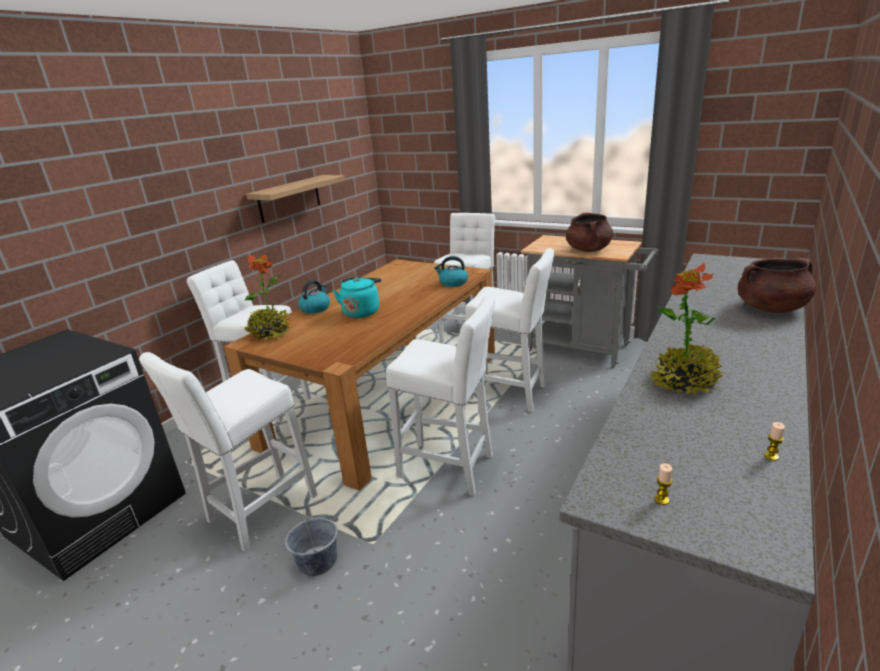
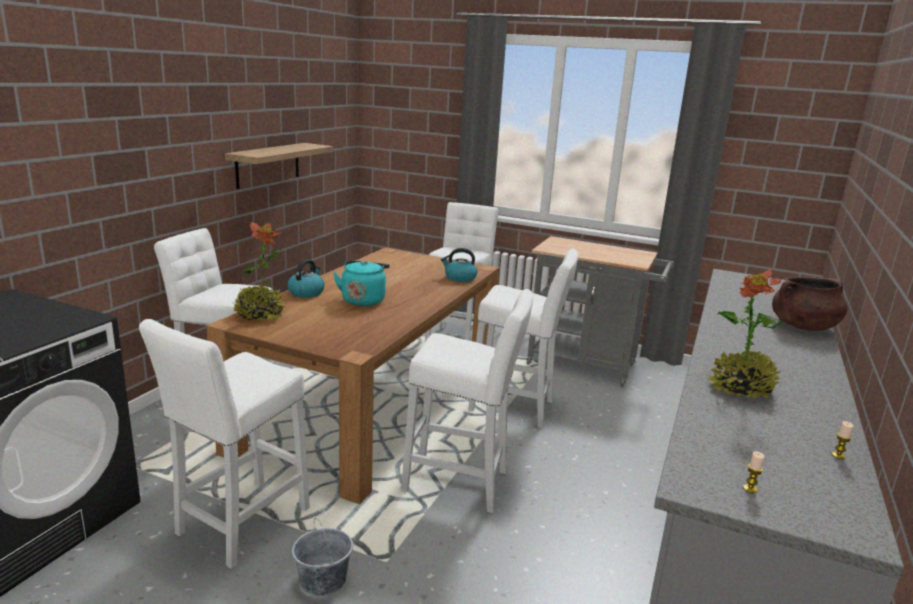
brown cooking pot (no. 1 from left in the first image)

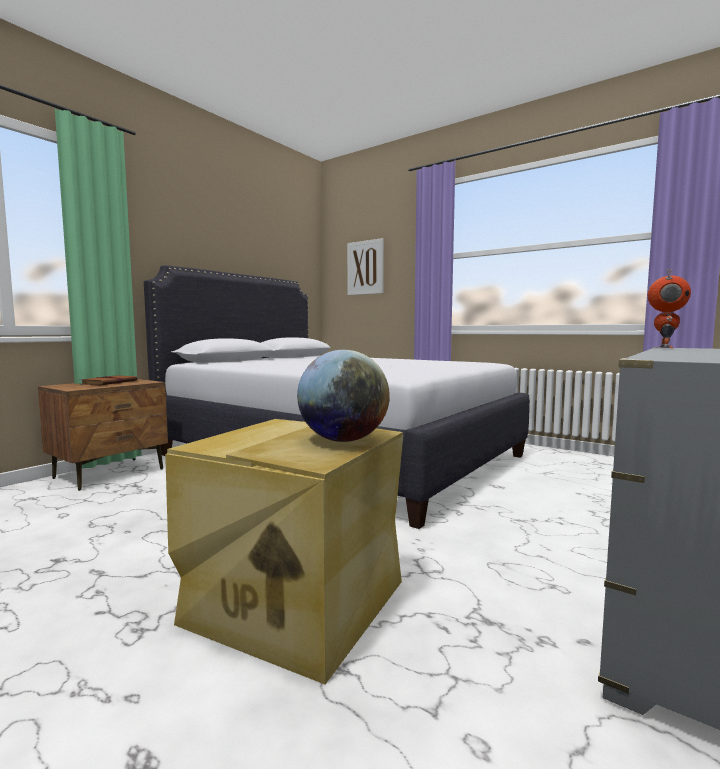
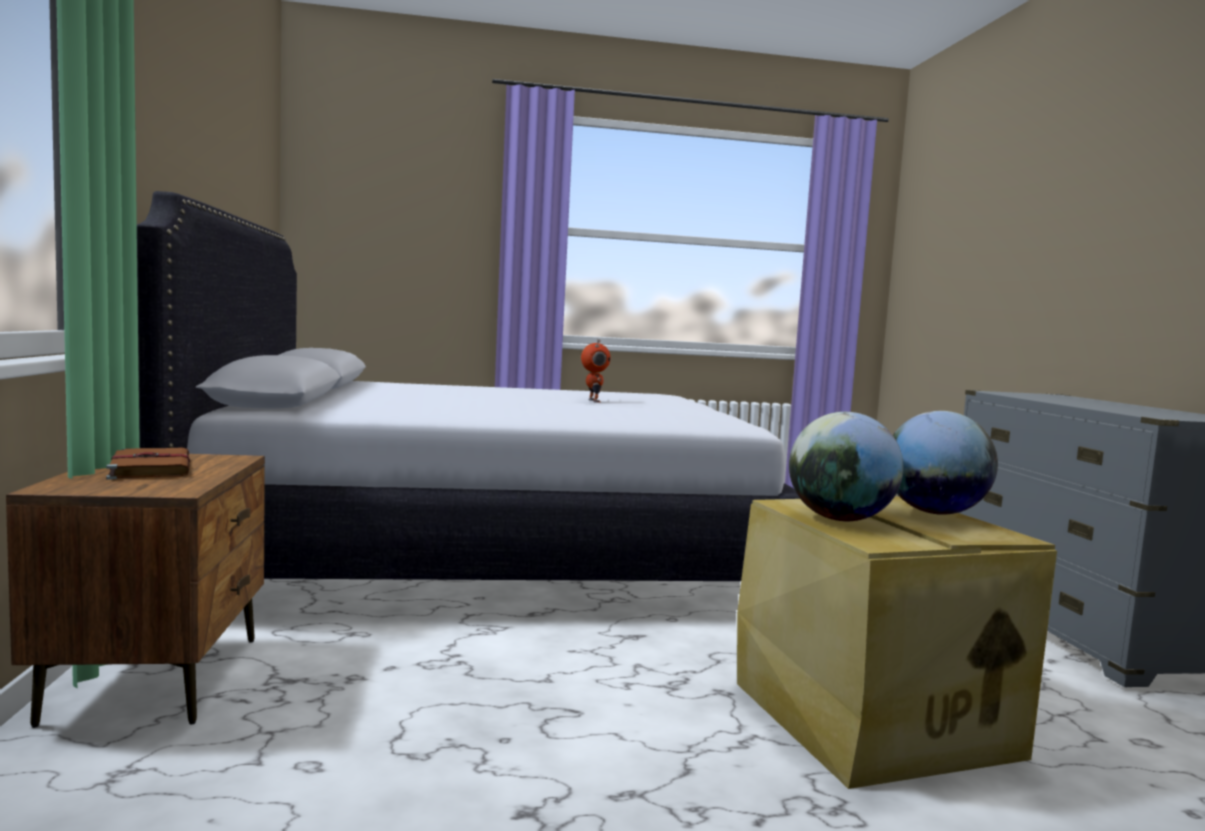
picture
toy robot
globe (no. 1 from left)

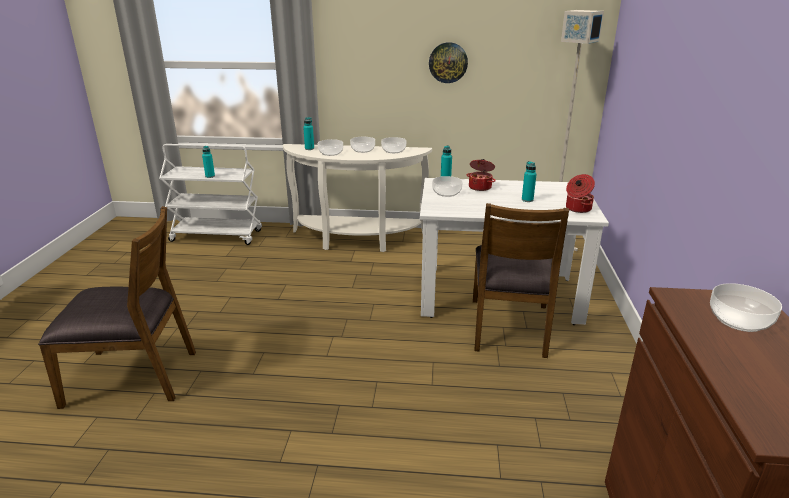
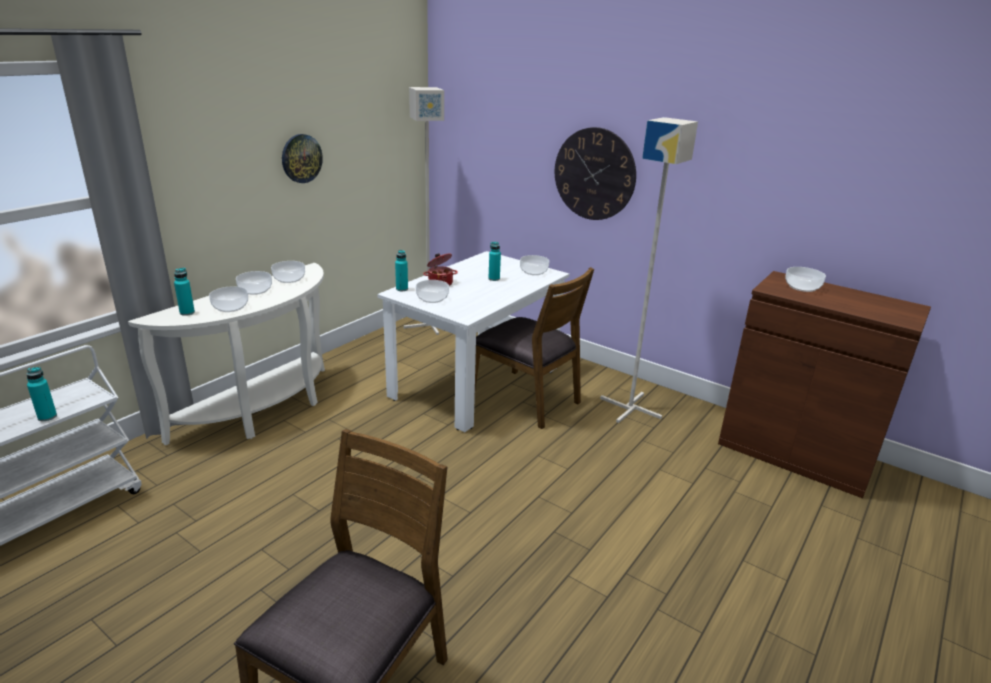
bowl (no. 5 from left)
grey floor lamp (no. 2 from left)
wall clock (no. 2 from left)

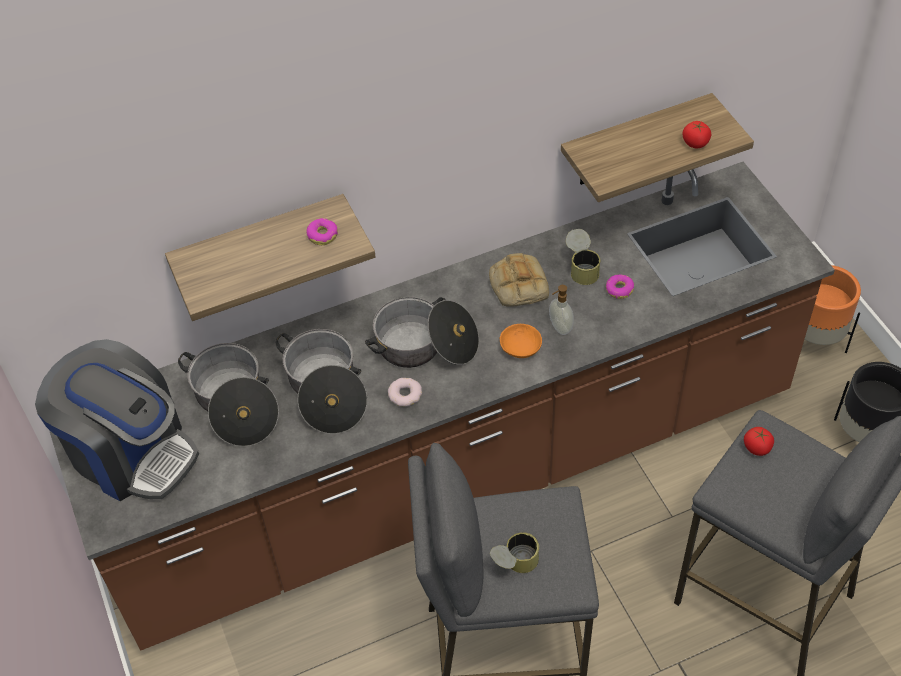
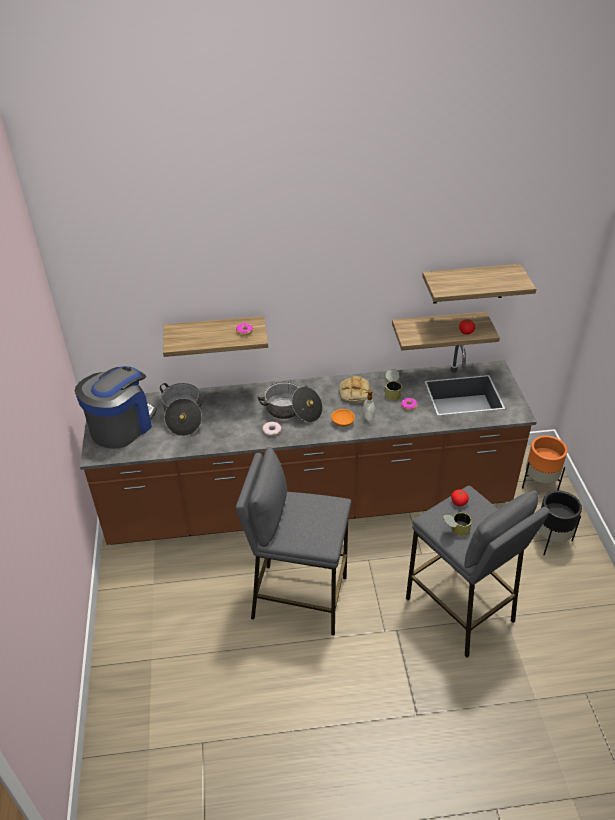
cooking pot (no. 2 from left in the first image)
coffee machine
can (no. 2 from left)
shelf (no. 3 from left)

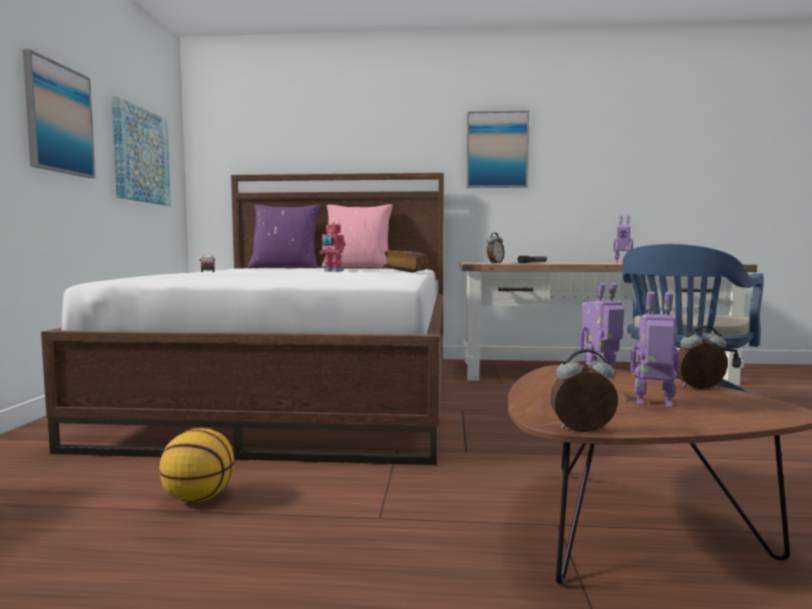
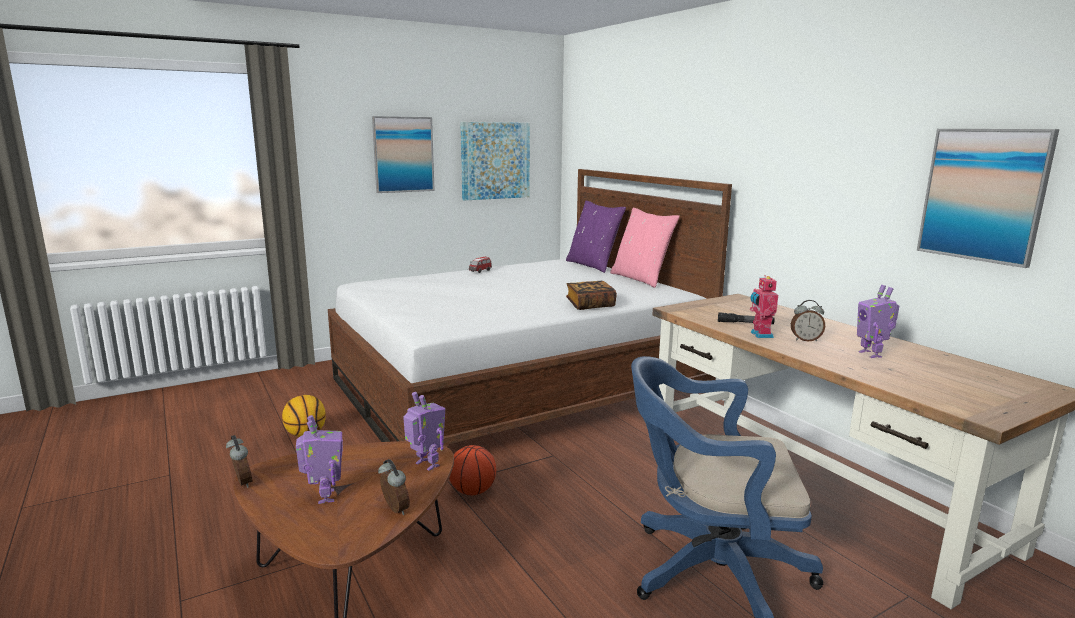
picture (no. 3 from left)
toy robot (no. 3 from left)
alarm clock (no. 3 from left)
basketball (no. 2 from left)

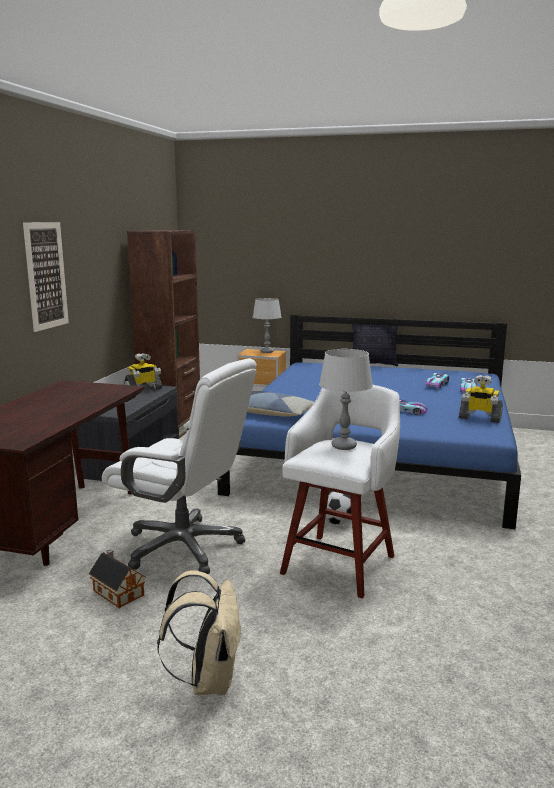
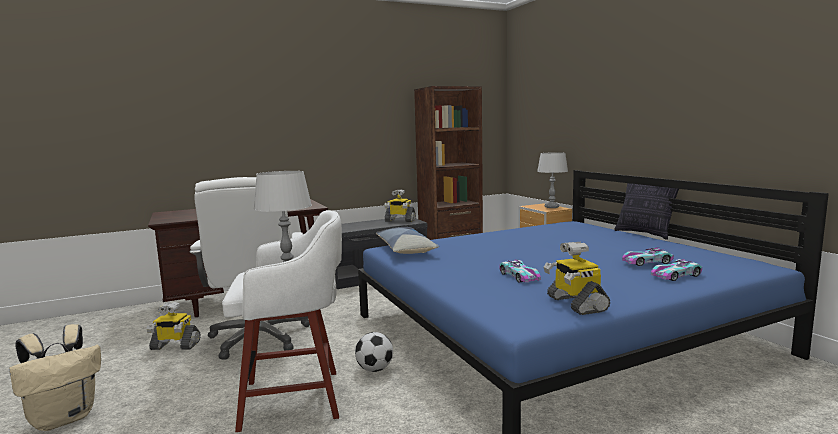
picture
toy robot (no. 1 from left)

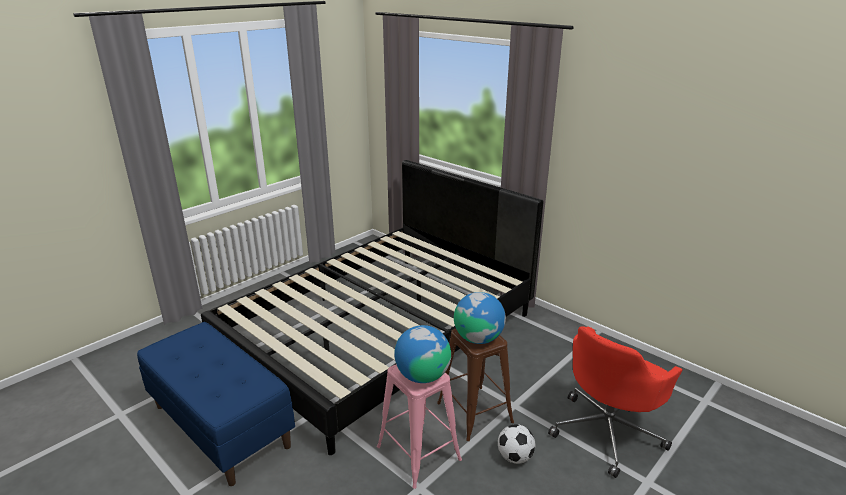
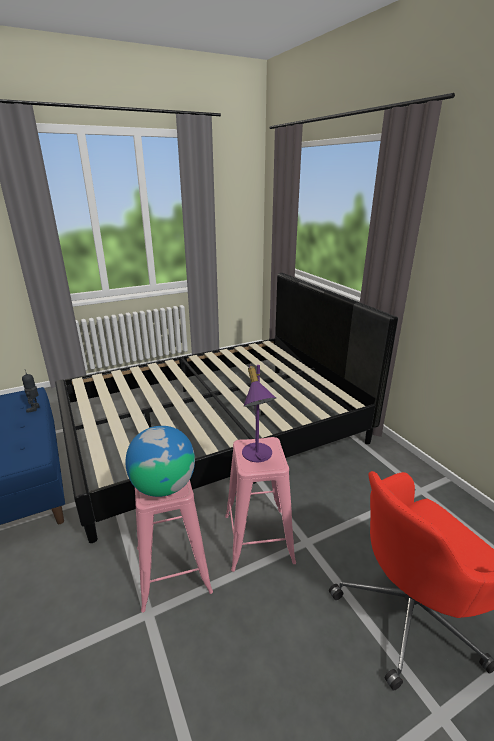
purple table lamp
pink stool (no. 2 from left)
football
toy robot

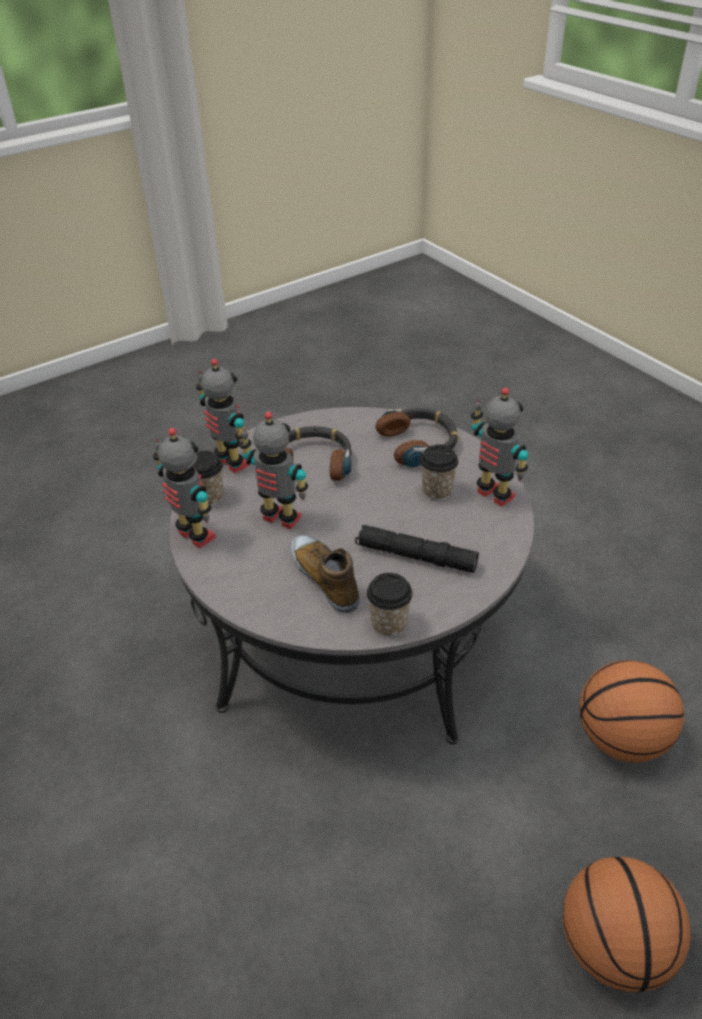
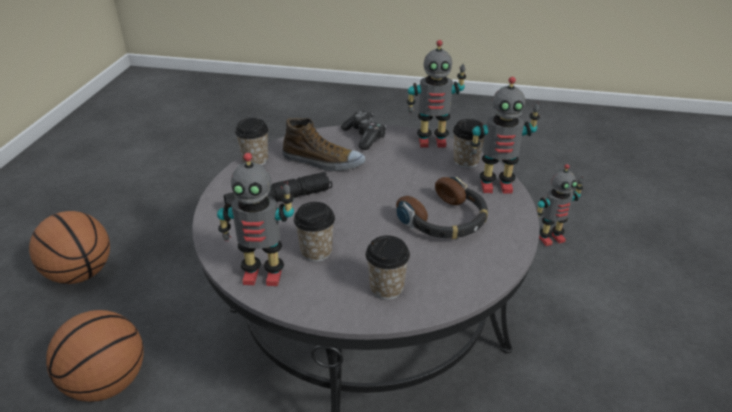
cup (no. 3 from left)
toy robot (no. 4 from left)
game controller

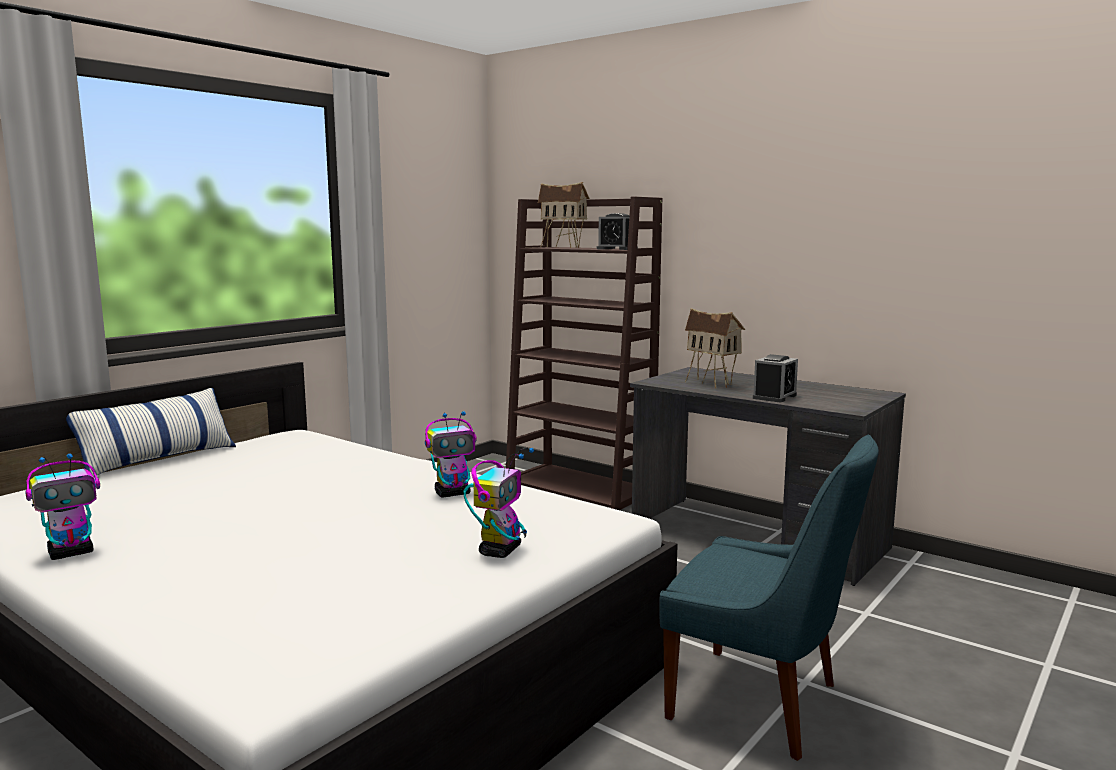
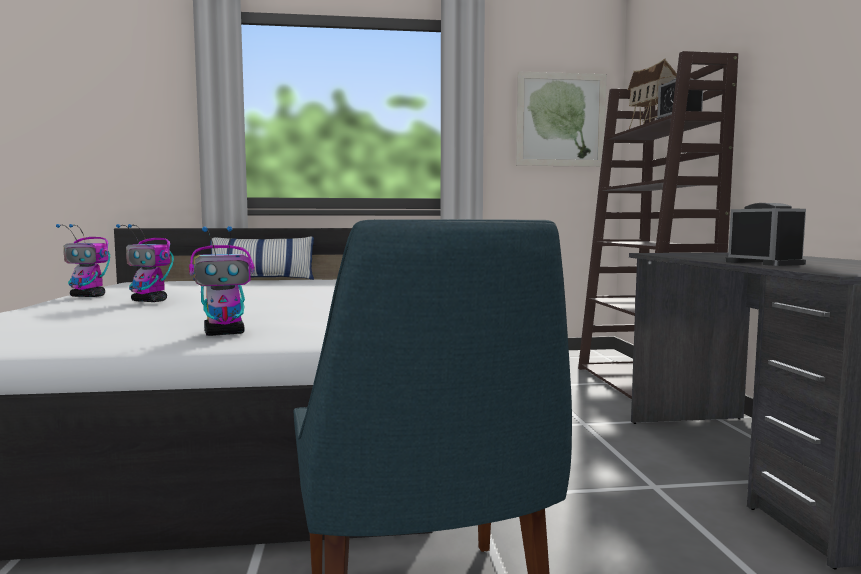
toy house (no. 2 from left in the first image)
alarm clock (no. 2 from left)
toy robot (no. 2 from left)
picture

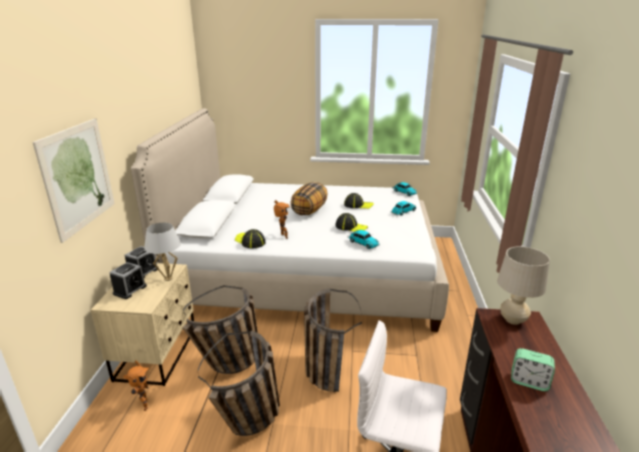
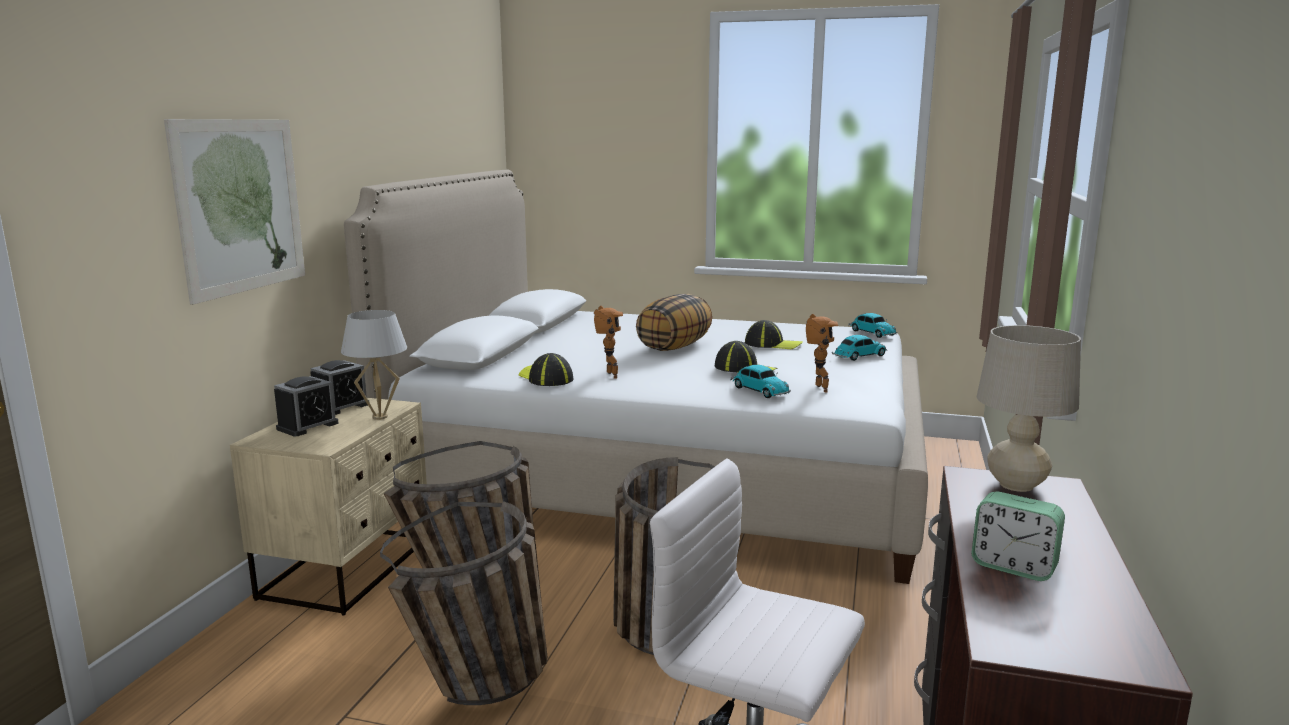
toy robot (no. 2 from left)

